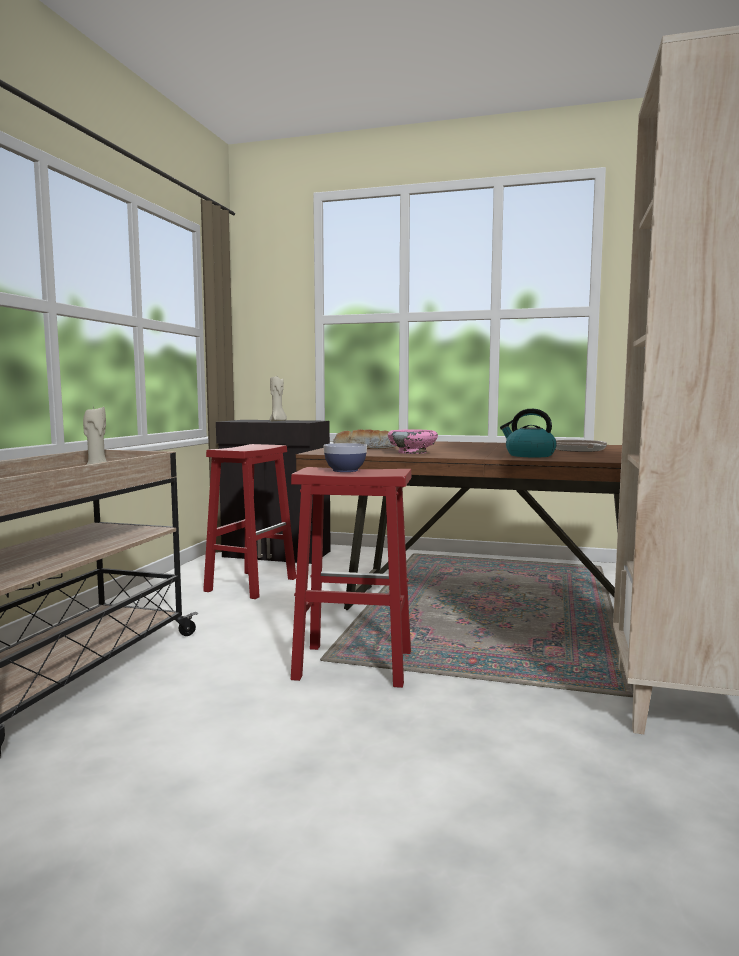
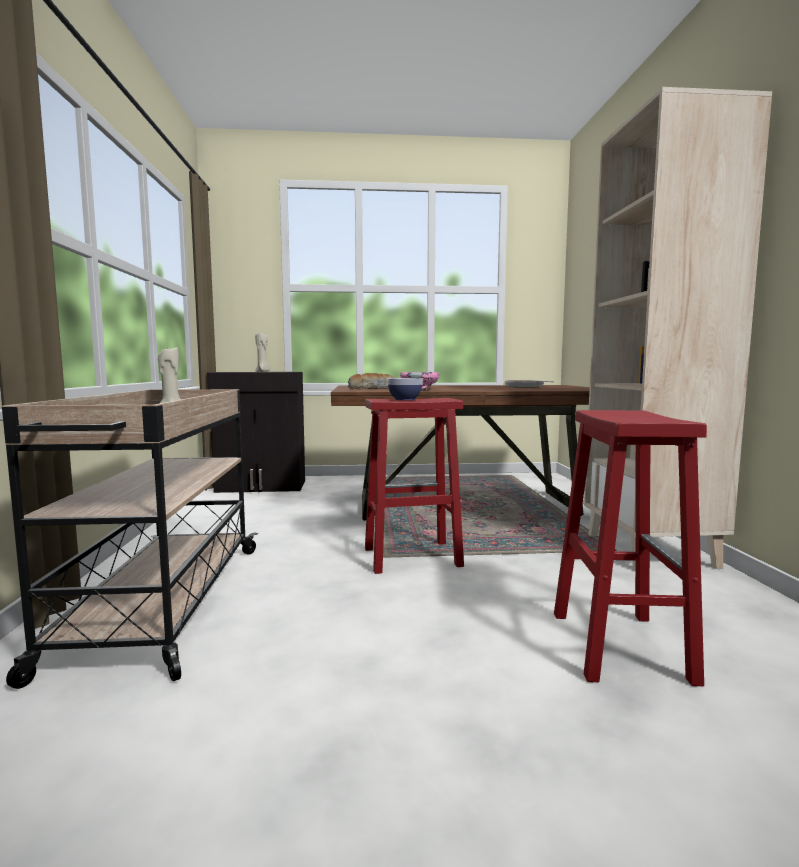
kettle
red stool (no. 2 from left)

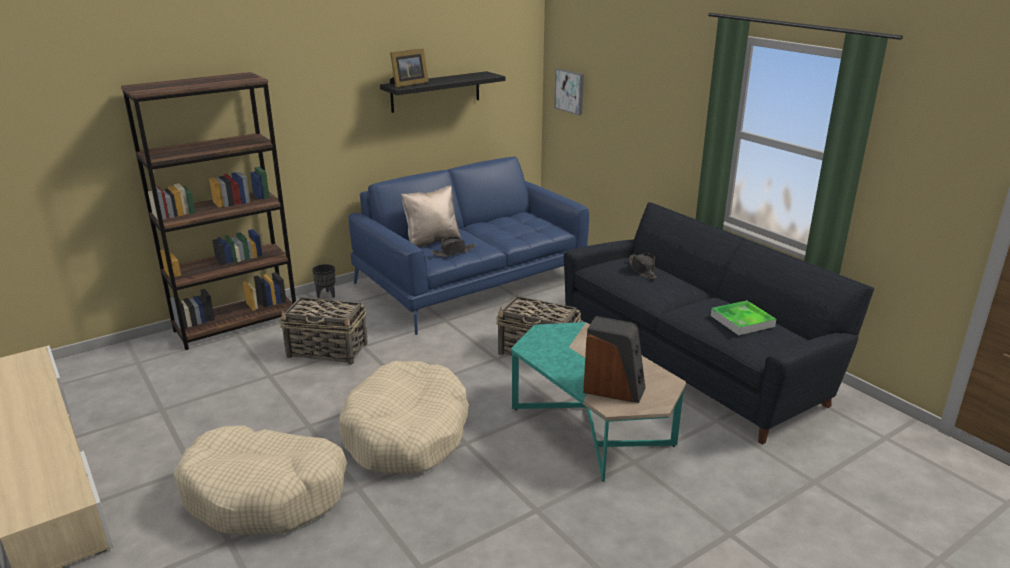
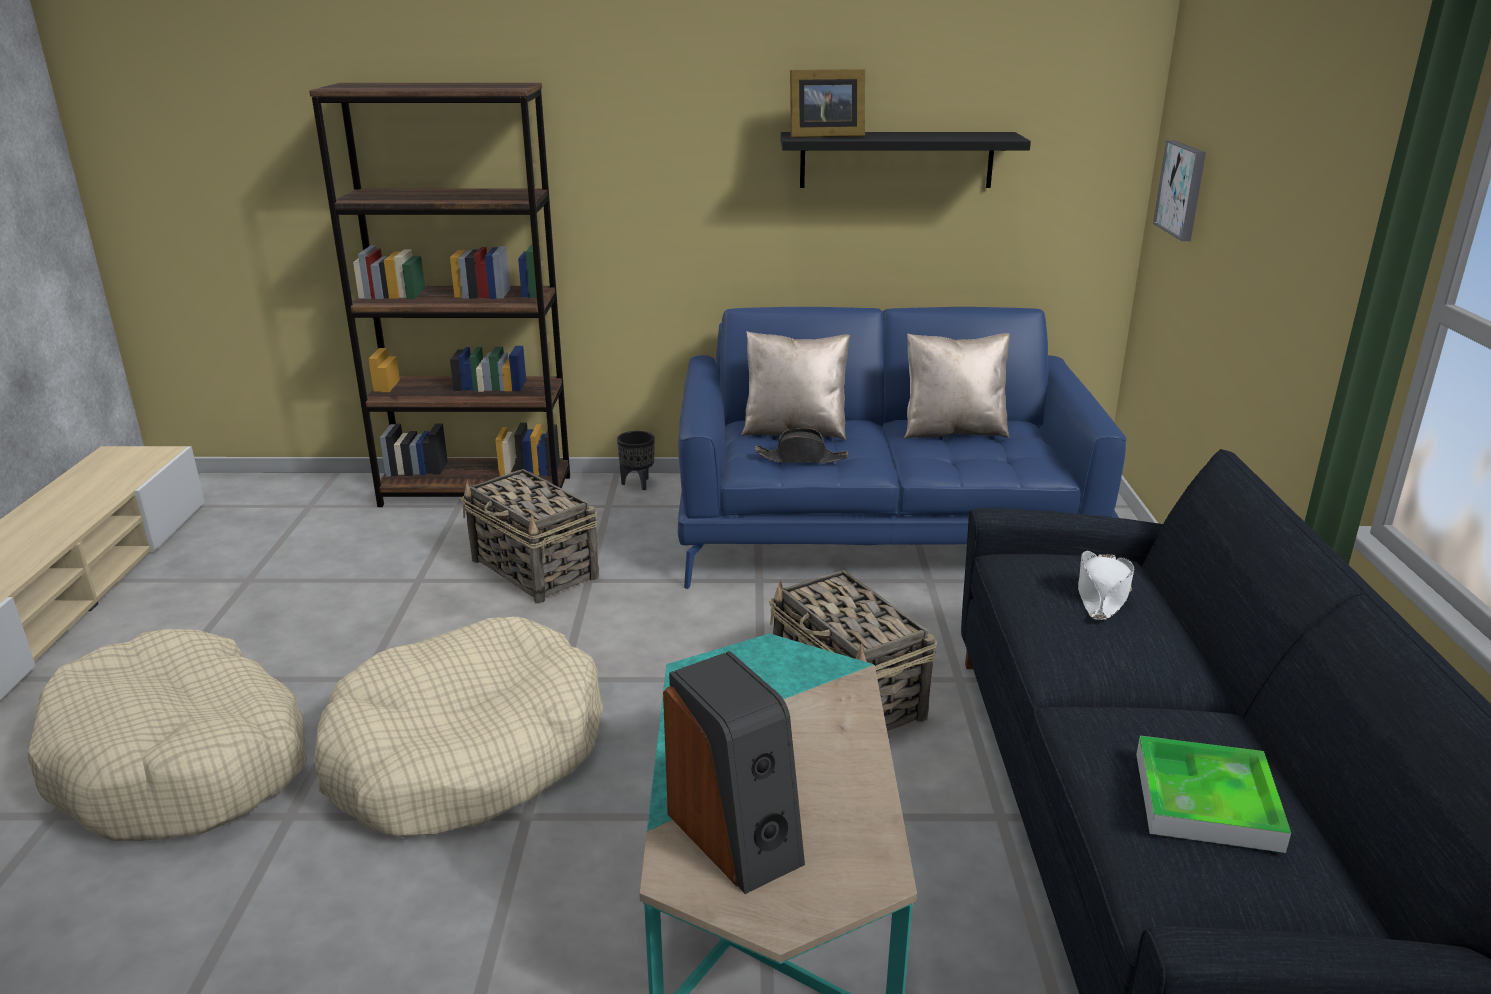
white hat
beige pillow (no. 2 from left)

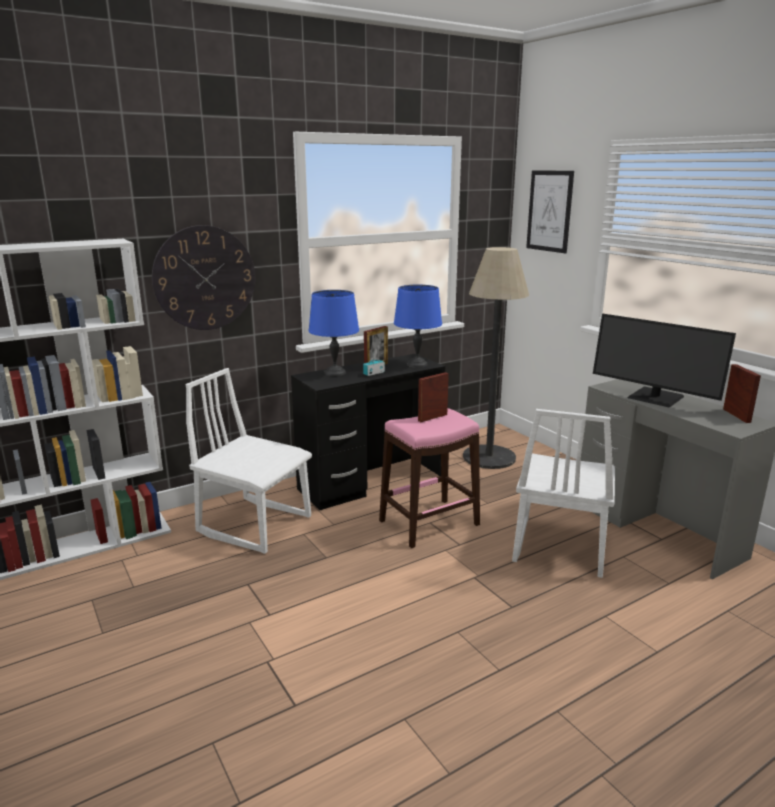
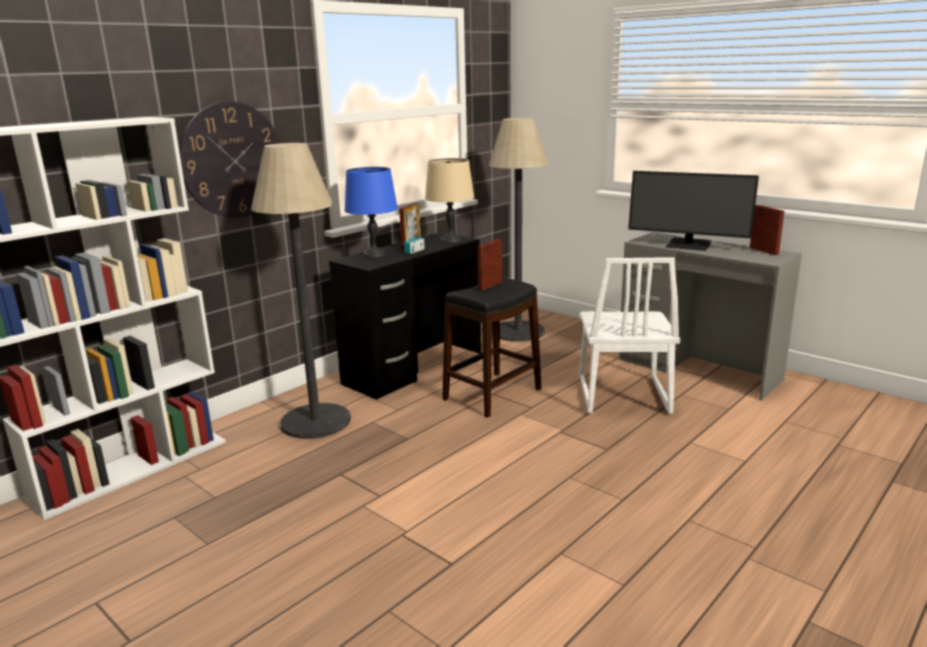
picture
beige table lamp
floor lamp (no. 1 from left)
black stool

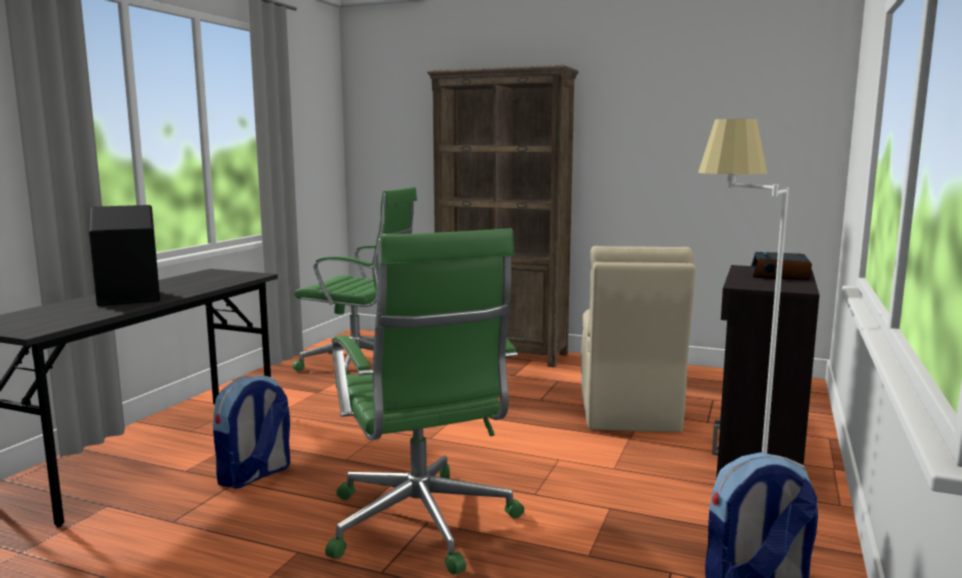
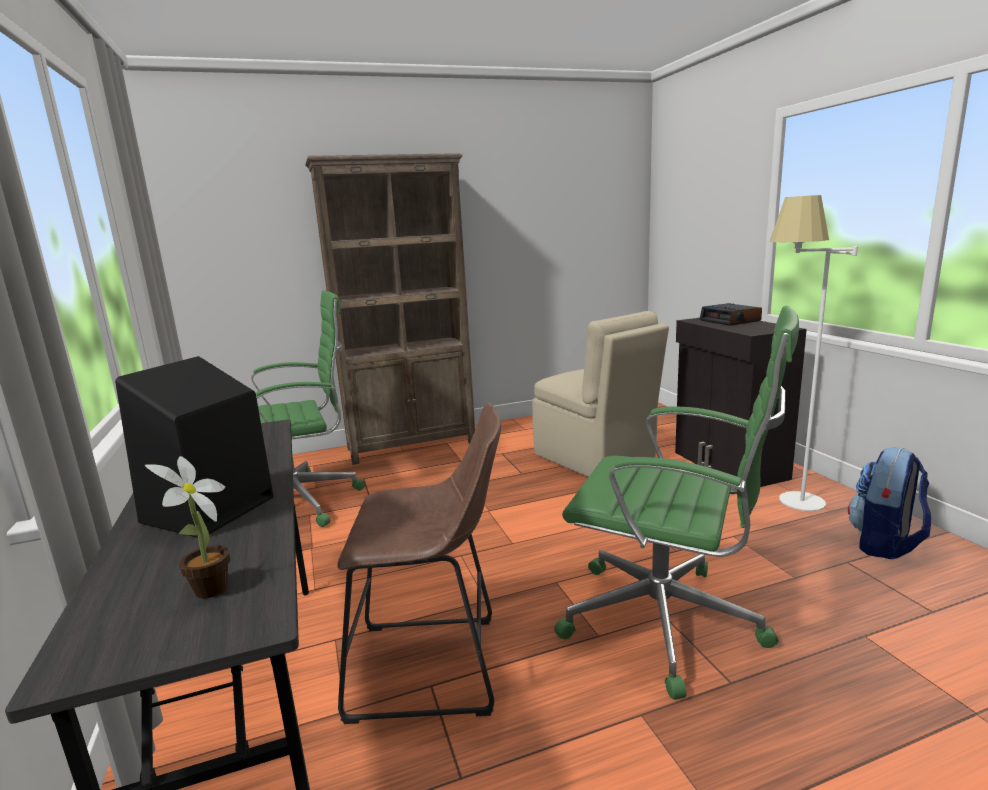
brown stool
potted plant

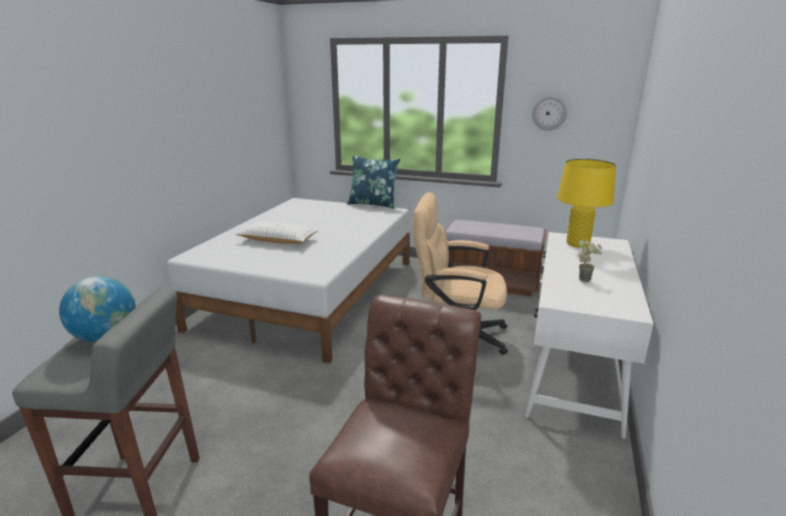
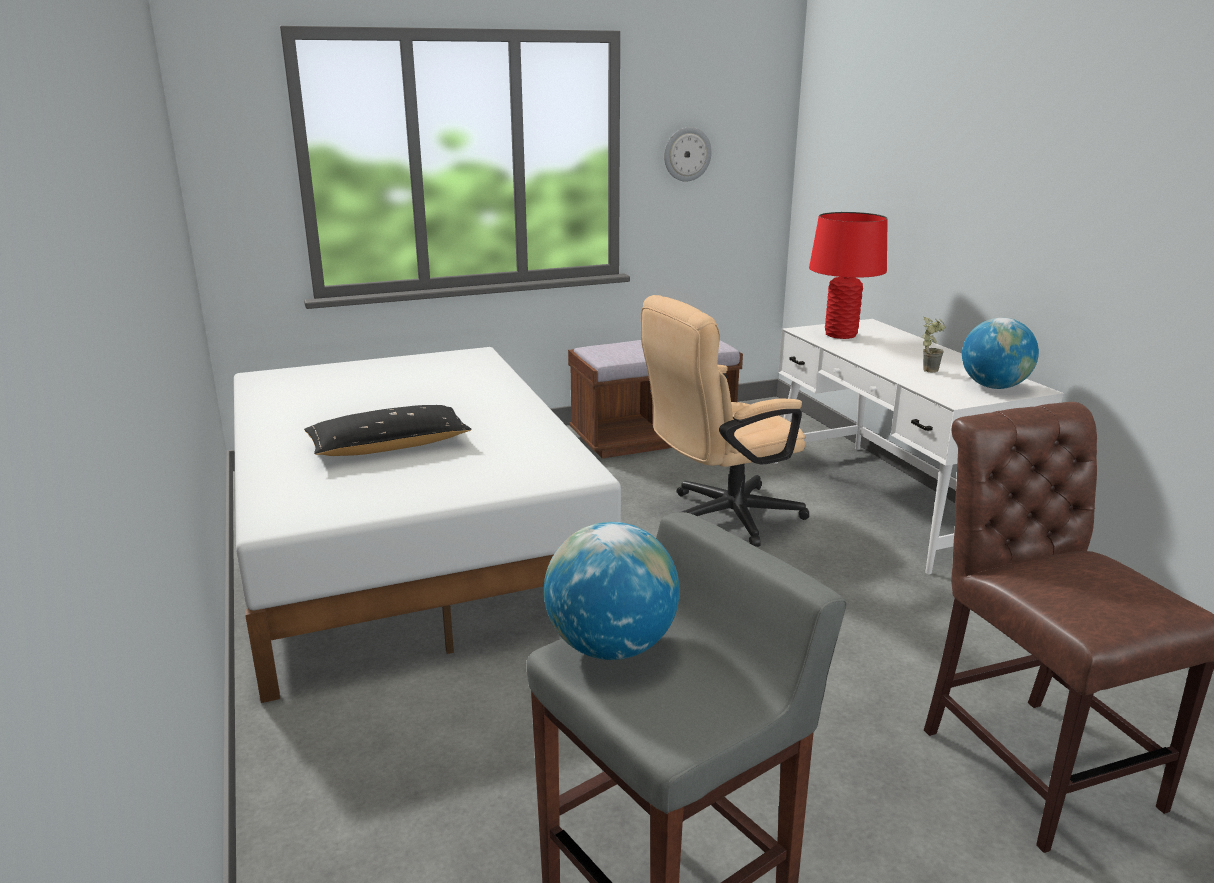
blue pillow
red table lamp
black pillow
globe (no. 2 from left)

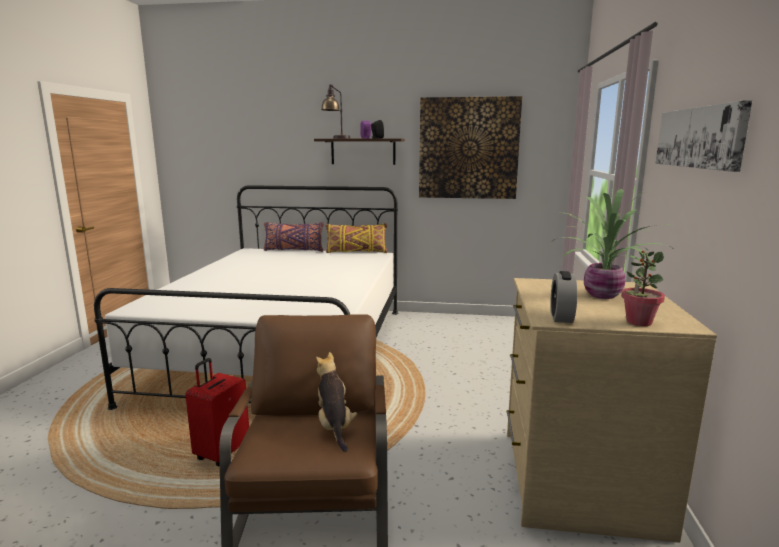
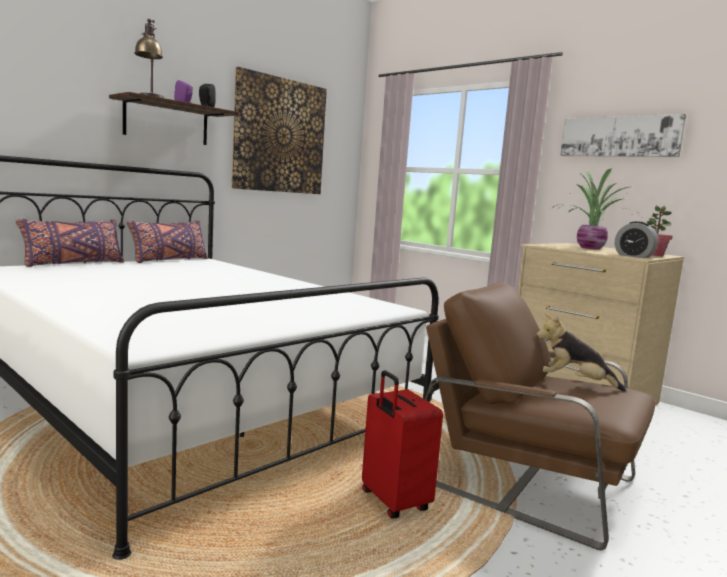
purple pillow (no. 2 from left)

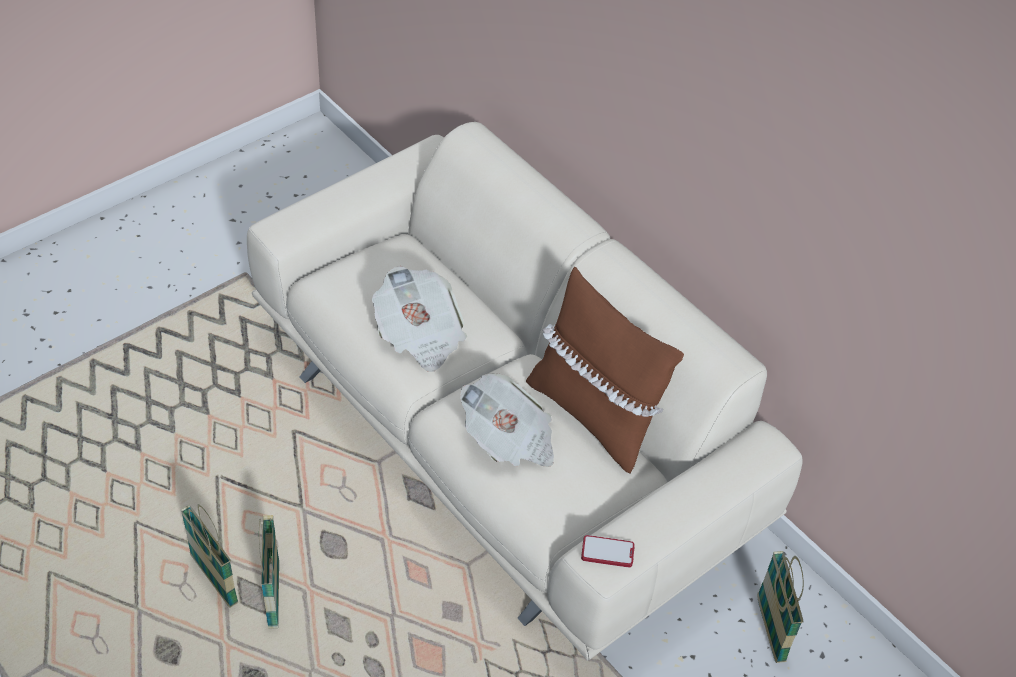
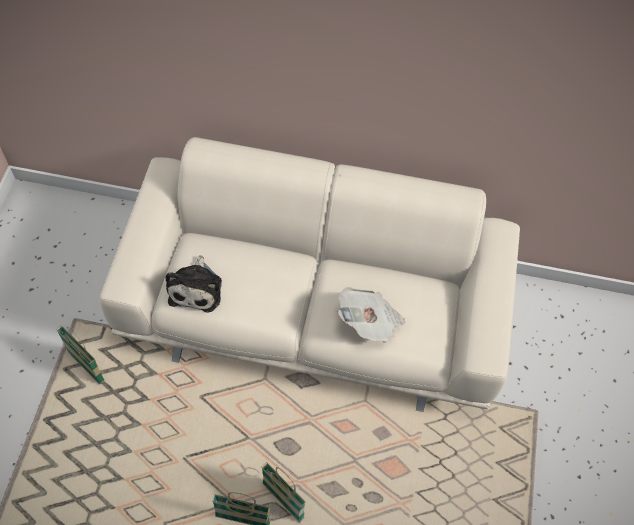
newspaper (no. 1 from left in the first image)
brown pillow
phone
basket (no. 1 from left)
plush toy

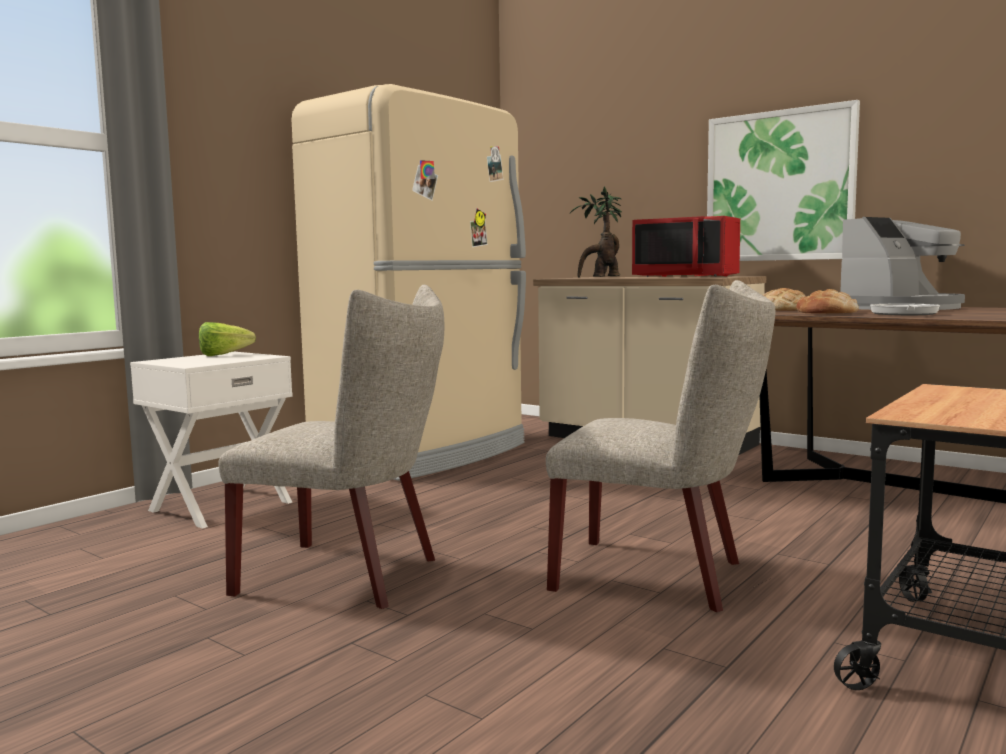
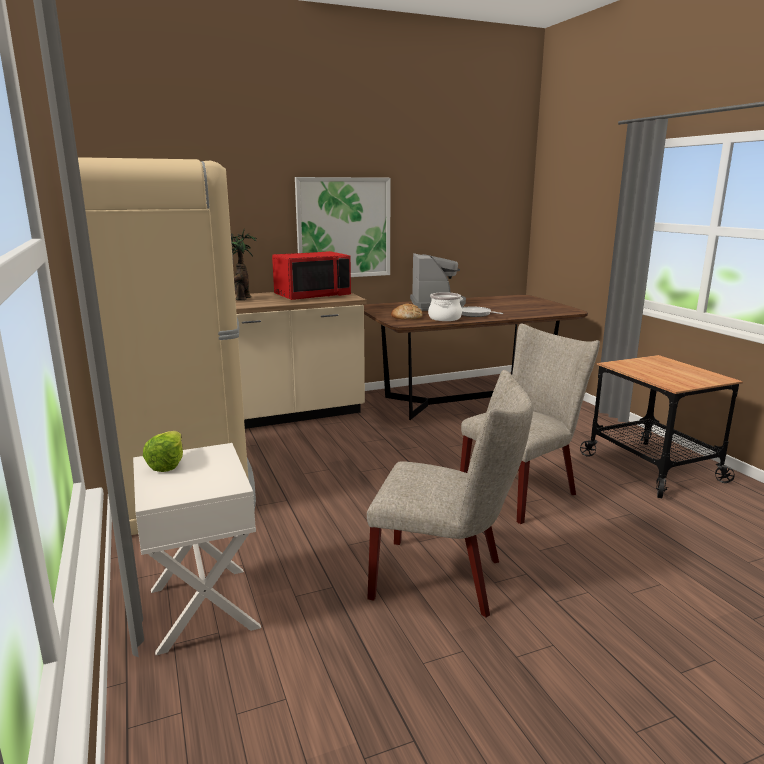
beige chair (no. 1 from left)
cooking pot

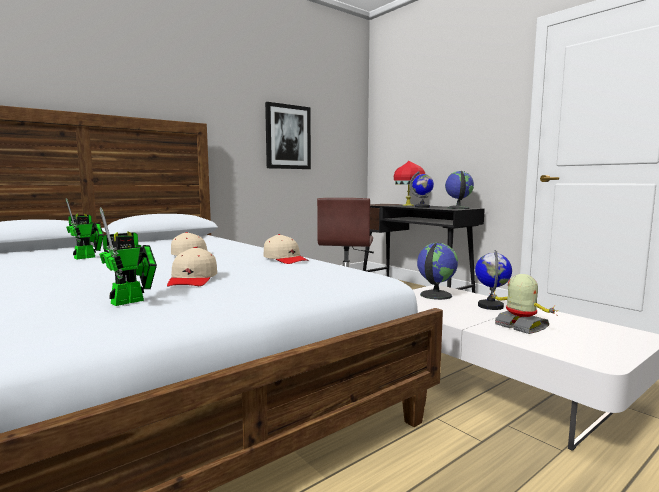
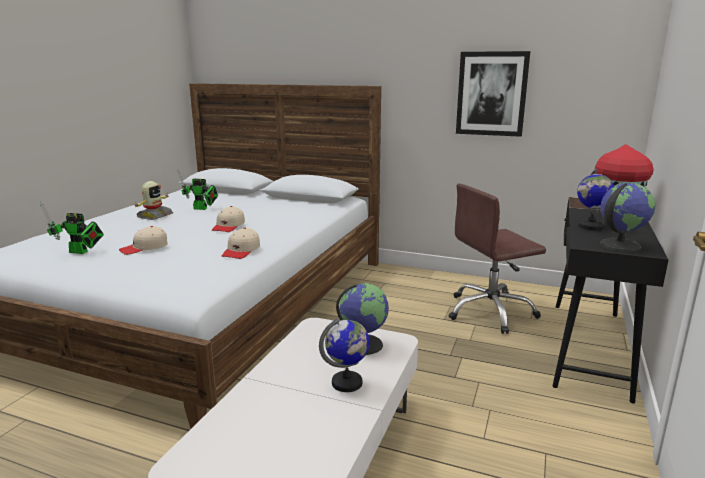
toy robot (no. 2 from left)

